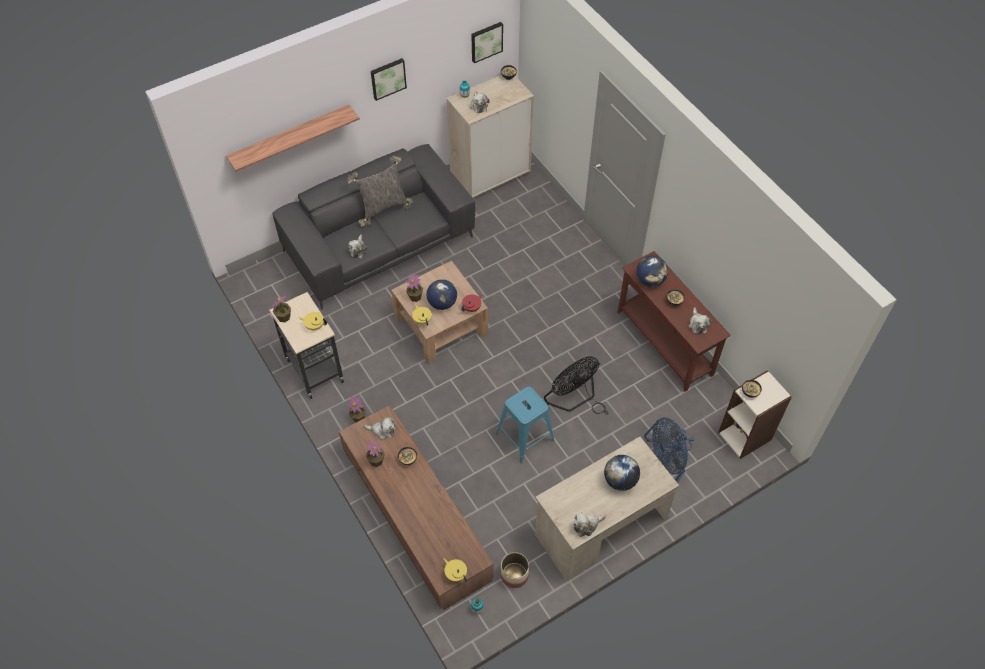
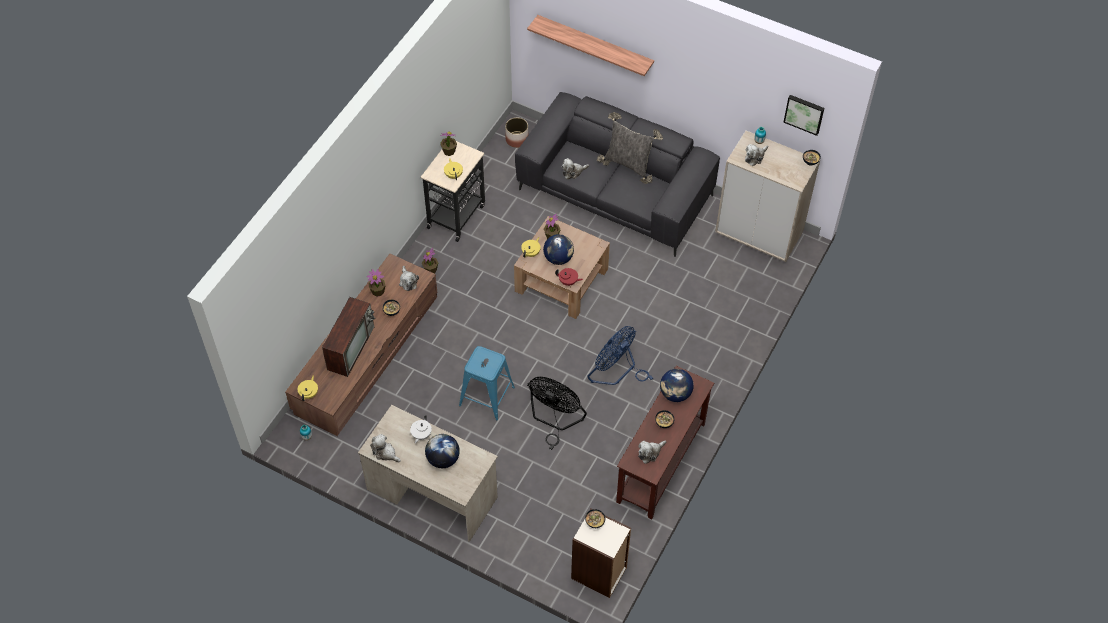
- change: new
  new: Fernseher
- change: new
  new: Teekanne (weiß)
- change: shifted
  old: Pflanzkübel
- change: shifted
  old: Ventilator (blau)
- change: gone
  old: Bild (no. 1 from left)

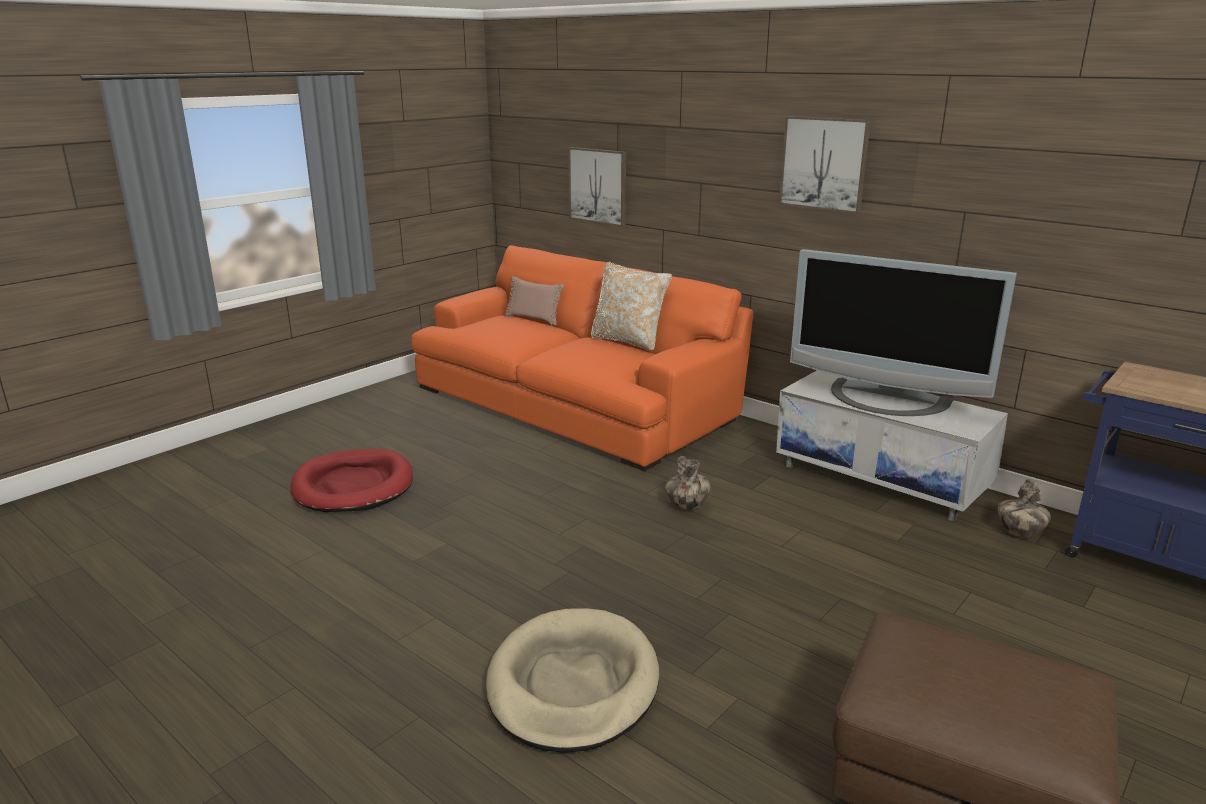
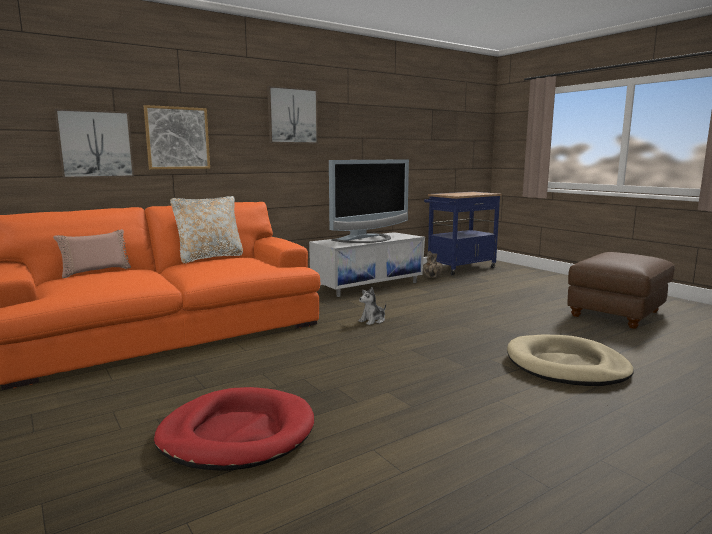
- change: new
  new: Bild (no. 2 from left)
- change: swapped
  old: Vase (no. 1 from left)
  new: Plüschtier

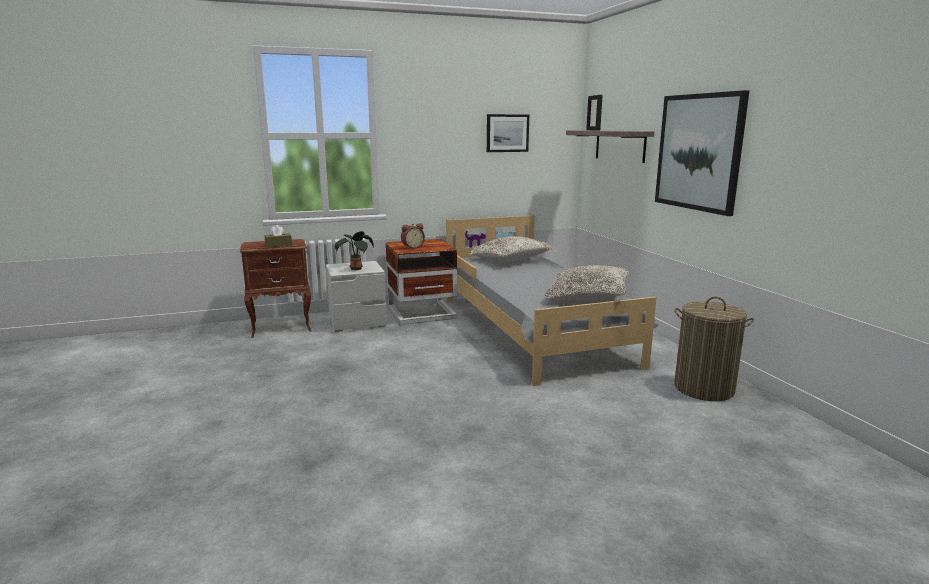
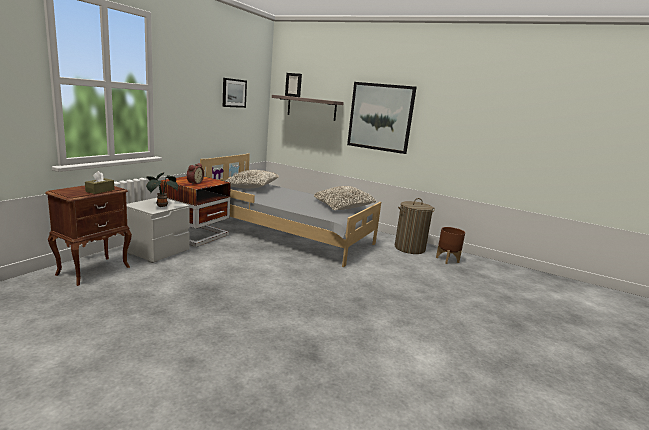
- change: new
  new: Pflanzkübel (braun)

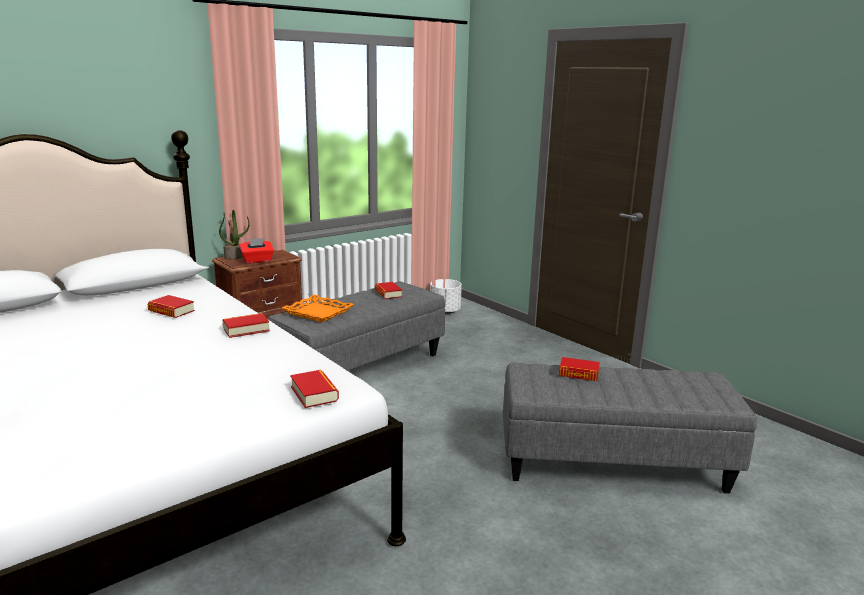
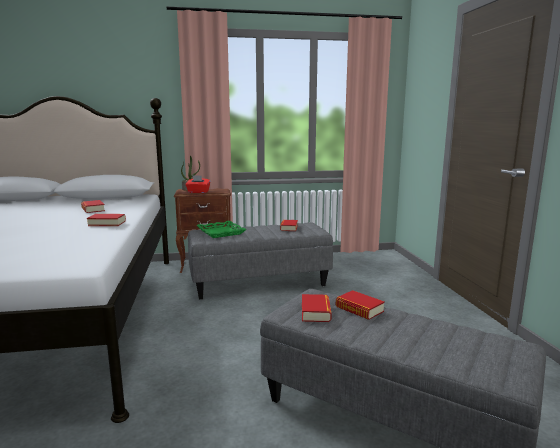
- change: repainted
  old: Tablett (orange)
  new: Tablett (grün)
- change: shifted
  old: Buch (no. 3 from left in the first image)
  new: Buch (no. 4 from left)
- change: gone
  old: Pflanzkübel (weiß)

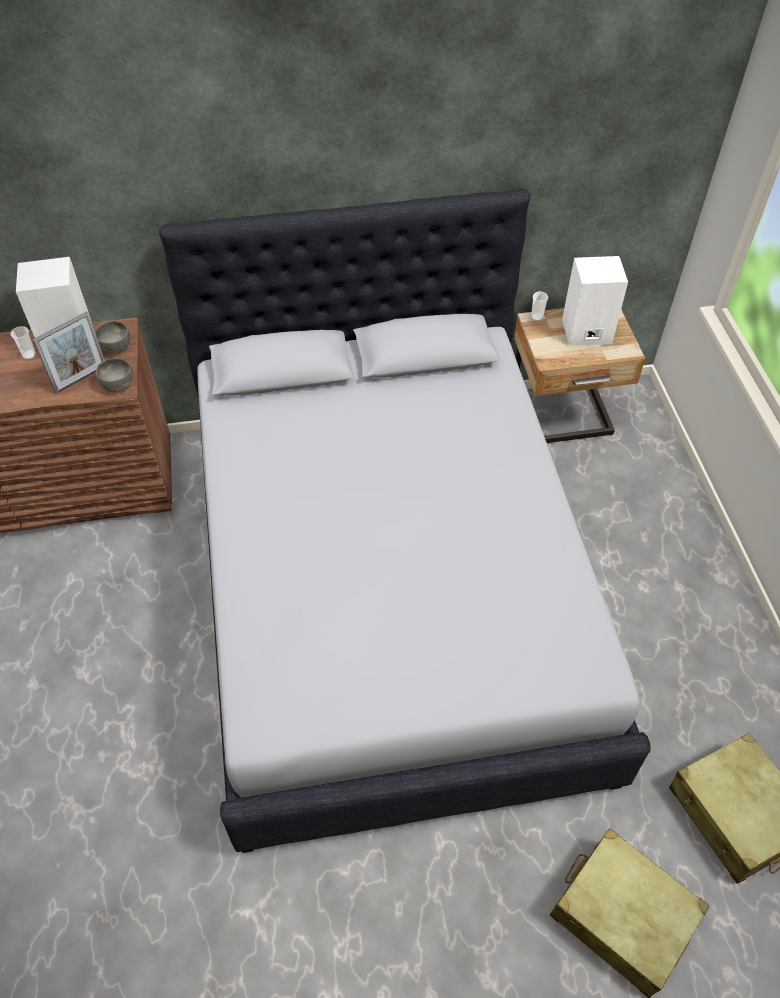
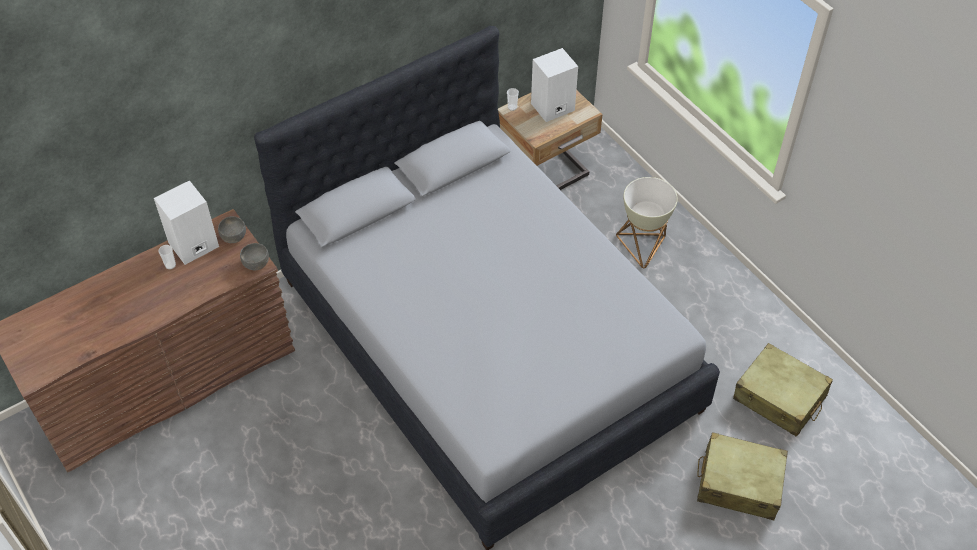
- change: new
  new: Pflanzkübel
- change: gone
  old: Bilderrahmen

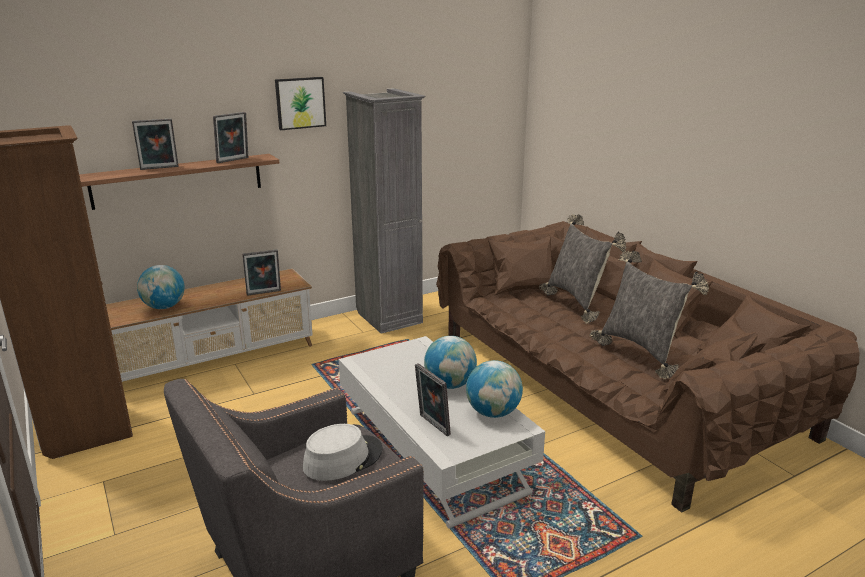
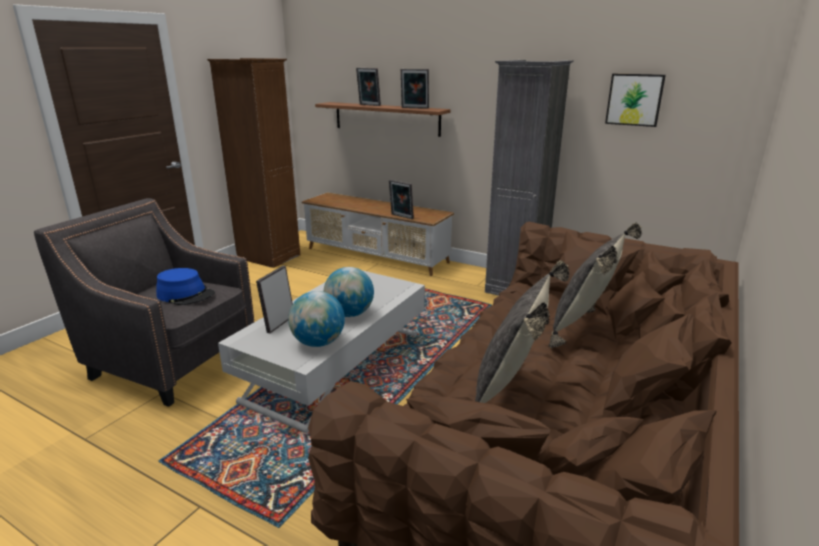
- change: repainted
  old: Hut (grau)
  new: Hut (blau)
- change: shifted
  old: Bild
- change: gone
  old: Globus (no. 1 from left)

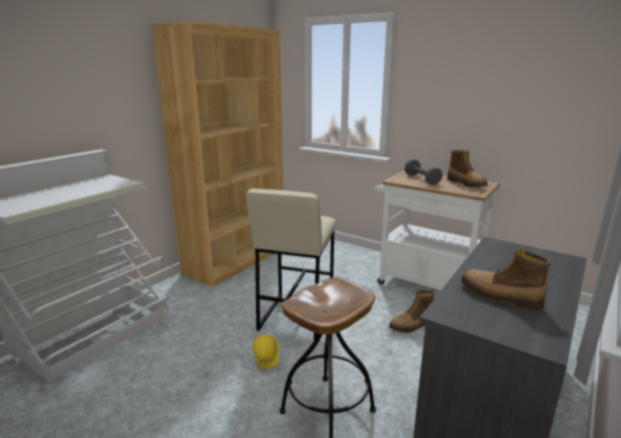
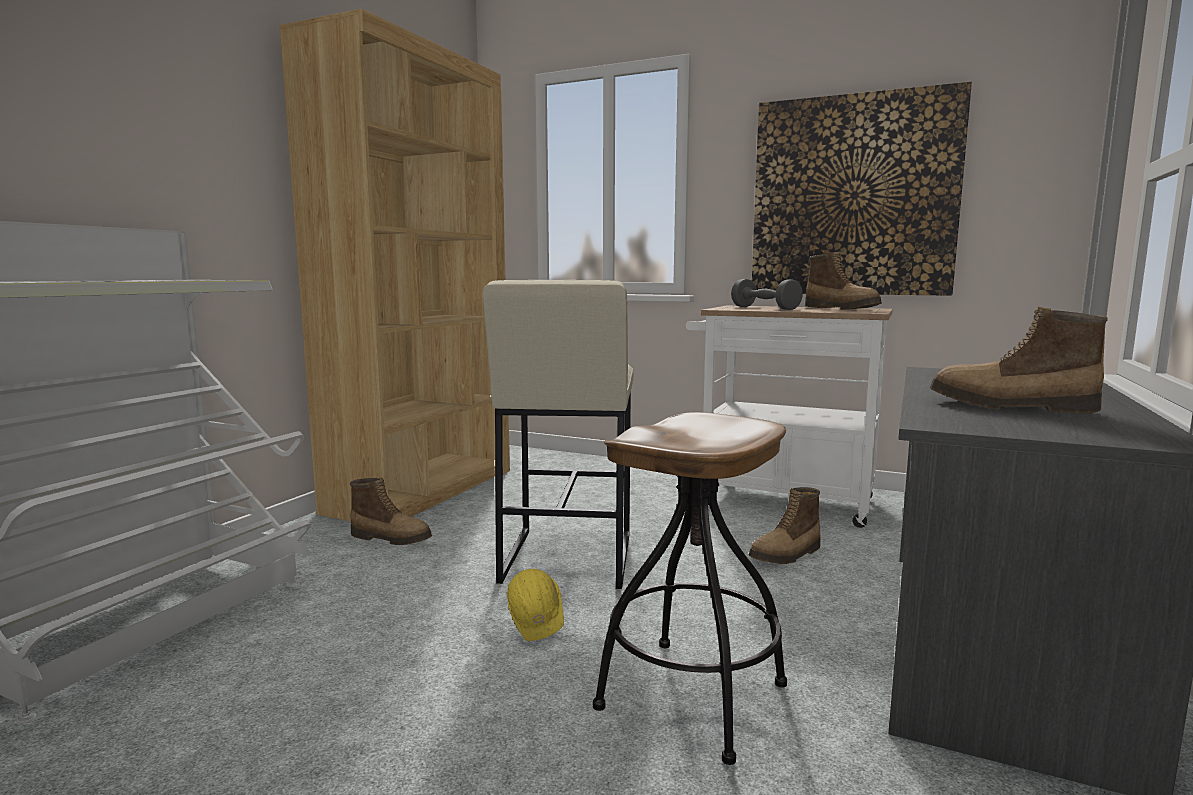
- change: new
  new: Stiefel (no. 1 from left)
- change: new
  new: Bild

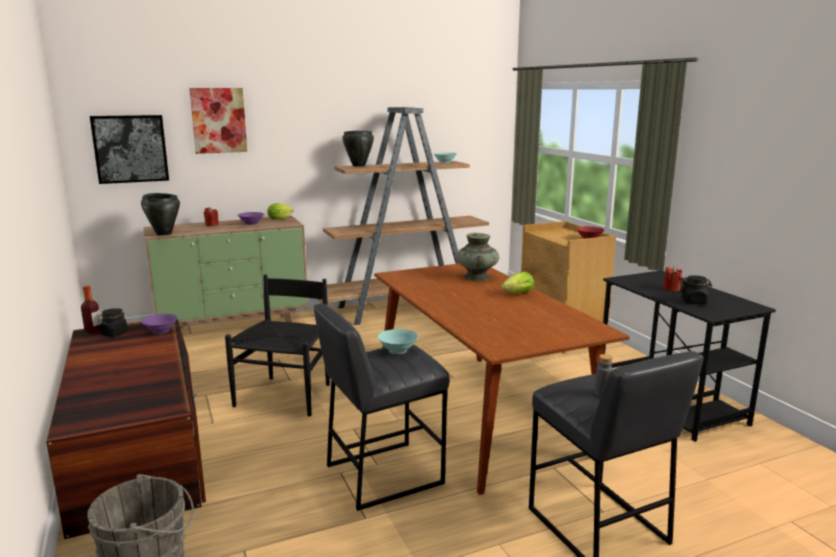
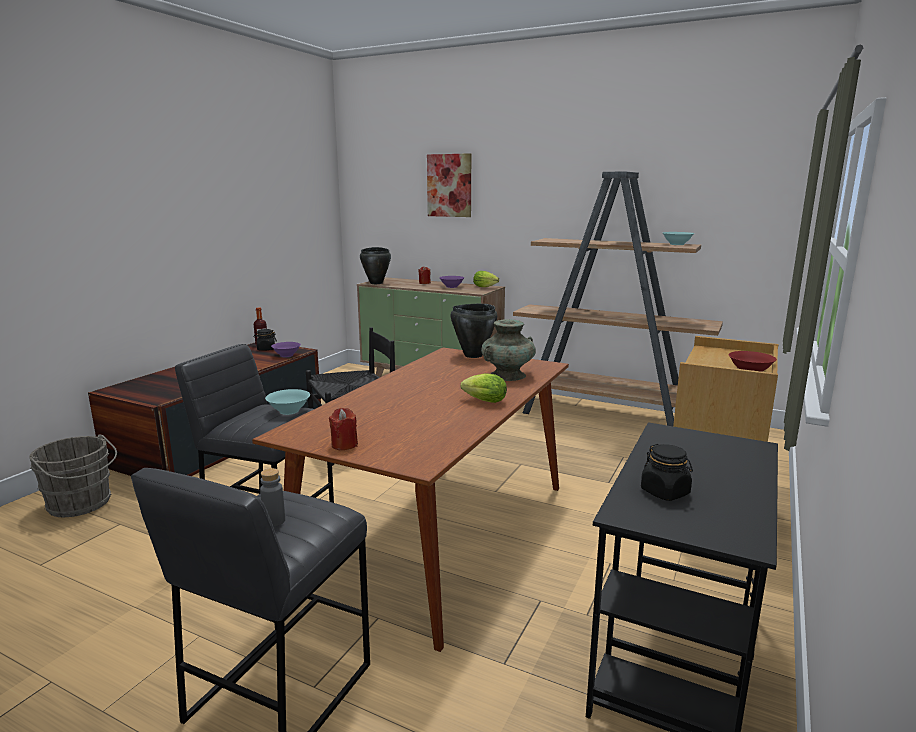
- change: shifted
  old: Kerze (rot) (no. 2 from left in the first image)
  new: Kerze (rot) (no. 1 from left)
- change: shifted
  old: Kochtopf (schwarz) (no. 2 from left)
- change: gone
  old: Bild (no. 1 from left)

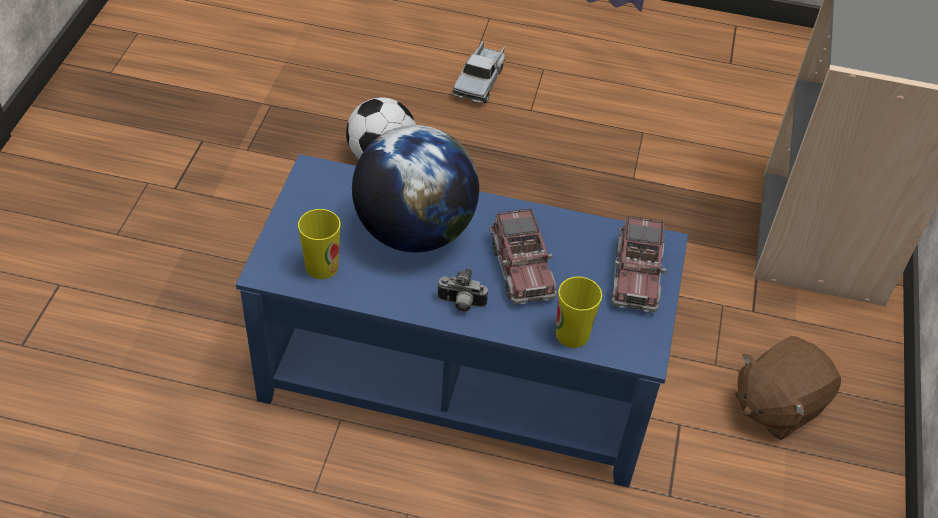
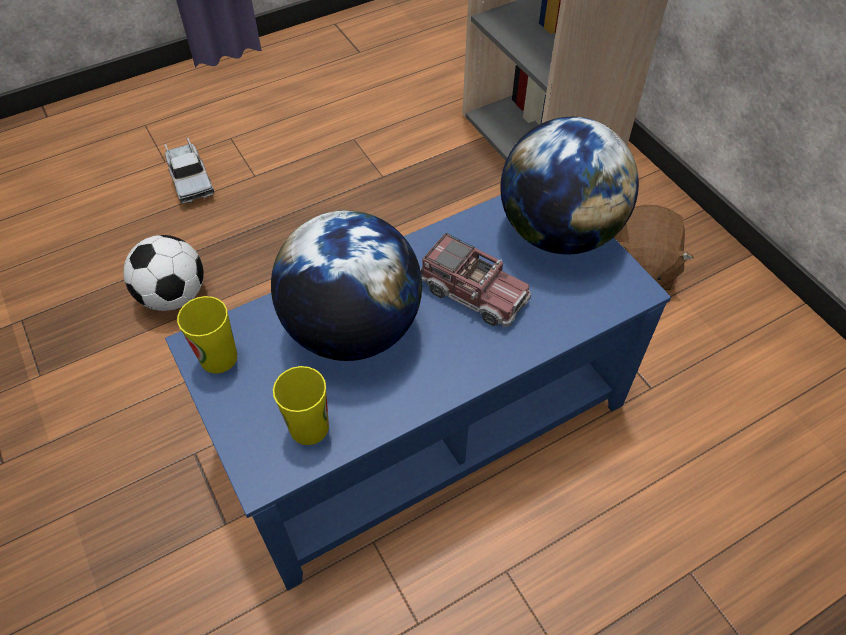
- change: shifted
  old: Tasse (no. 2 from left in the first image)
  new: Tasse (no. 1 from left)
- change: swapped
  old: Spielzeuglaster (no. 3 from left)
  new: Globus (no. 2 from left)
- change: gone
  old: Kamera

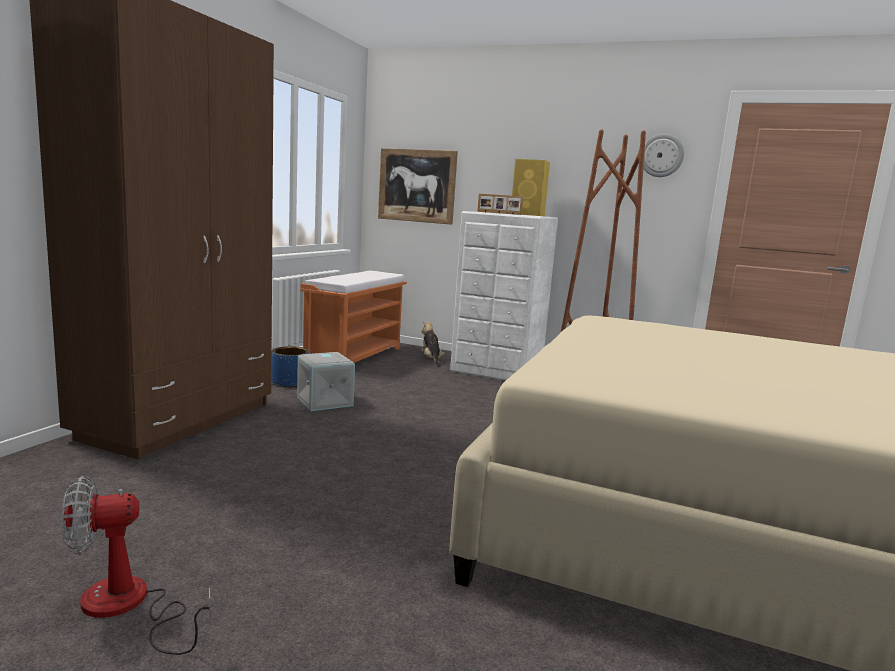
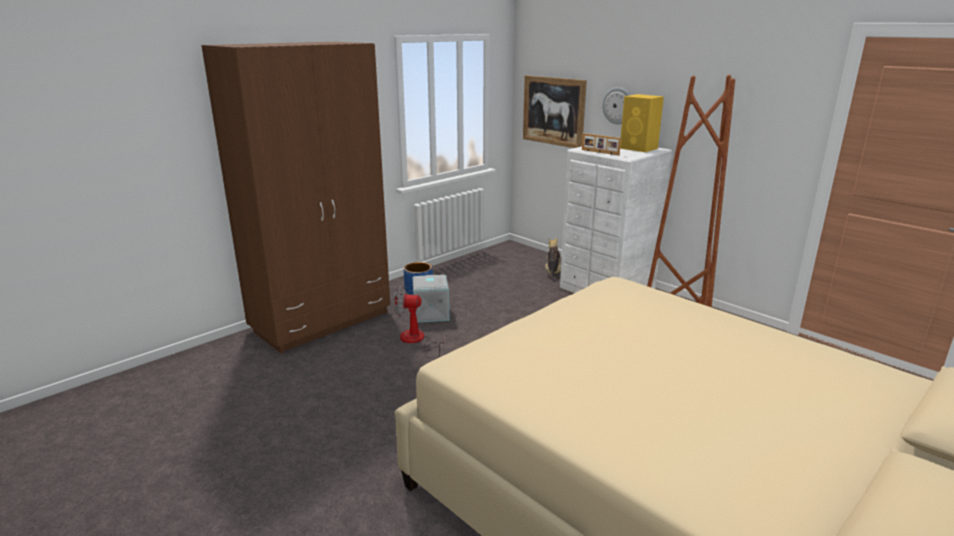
- change: shifted
  old: Ventilator
- change: shifted
  old: Wanduhr
- change: gone
  old: Bank (orange)

